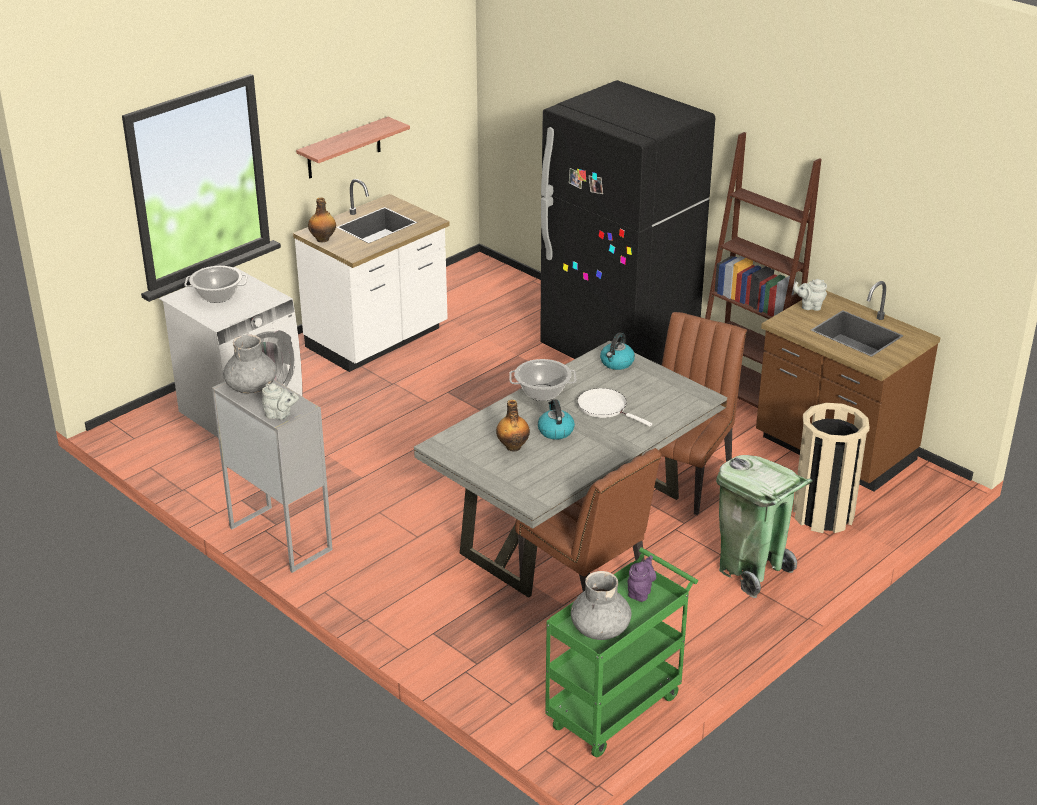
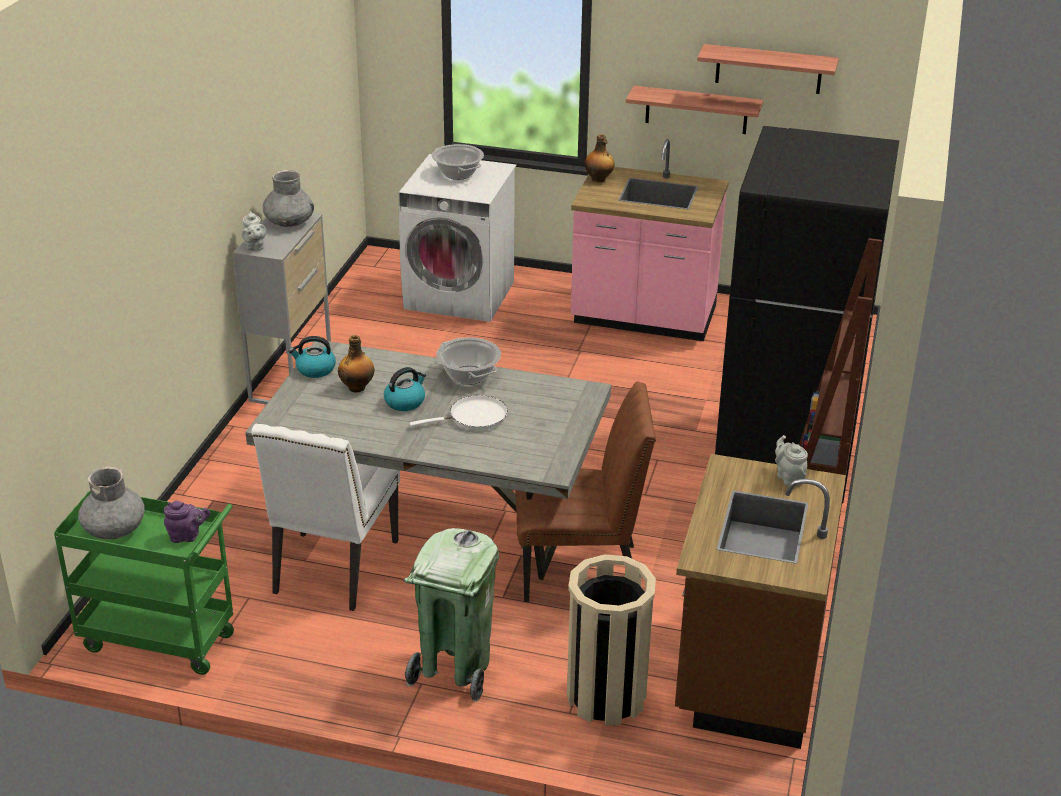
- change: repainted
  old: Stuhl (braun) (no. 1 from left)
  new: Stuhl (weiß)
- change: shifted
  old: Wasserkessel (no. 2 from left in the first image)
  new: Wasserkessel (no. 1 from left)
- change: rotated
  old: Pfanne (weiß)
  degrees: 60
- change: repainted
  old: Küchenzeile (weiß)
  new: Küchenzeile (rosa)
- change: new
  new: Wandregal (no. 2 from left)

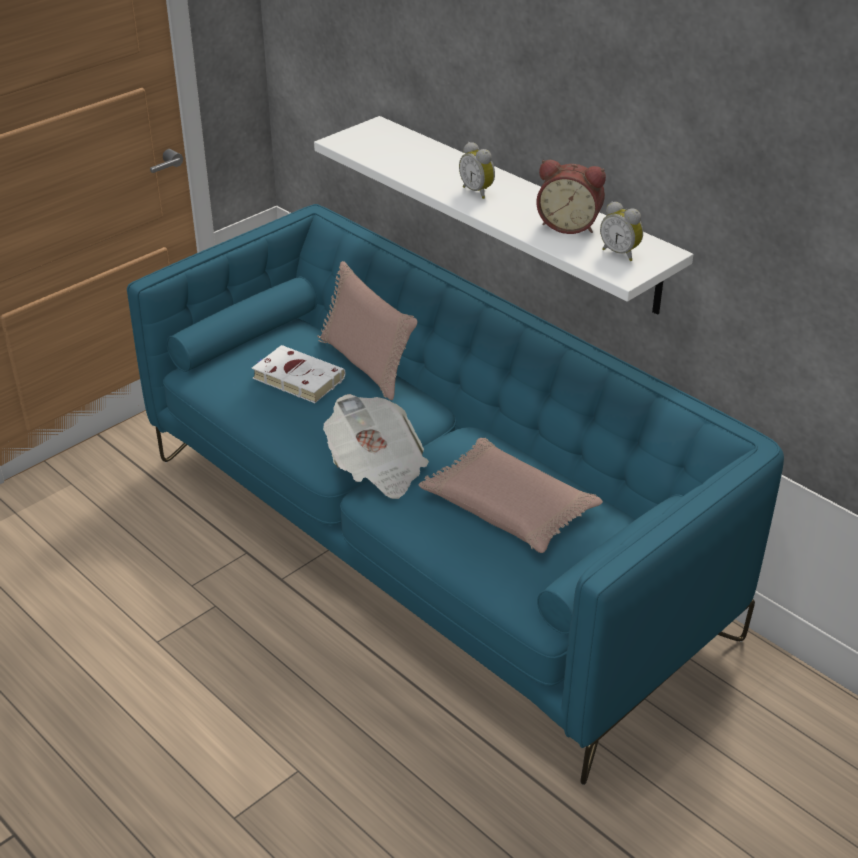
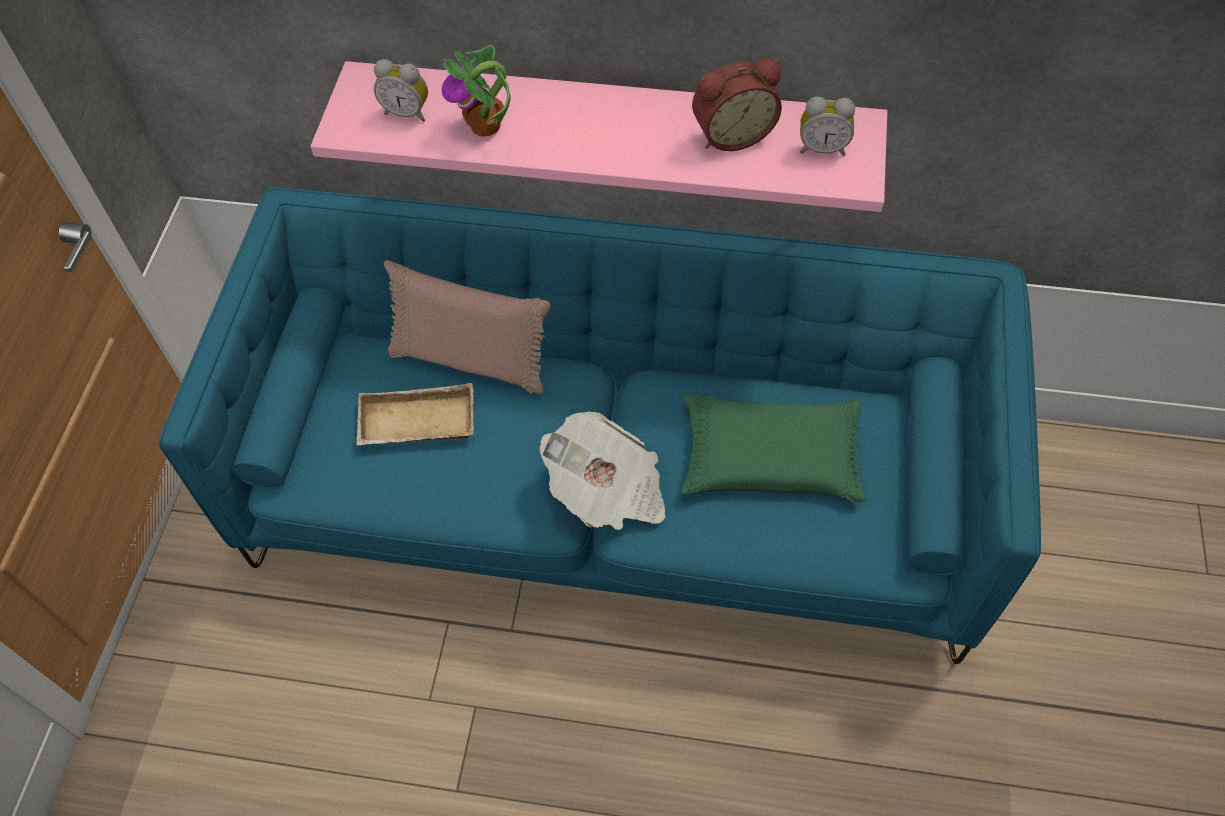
- change: repainted
  old: Wandregal (weiß)
  new: Wandregal (rosa)
- change: swapped
  old: Buch (weiß)
  new: Tablett (beige)
- change: shifted
  old: Wecker (no. 1 from left)
- change: new
  new: Topfpflanze
- change: repainted
  old: Kissen (beige) (no. 2 from left)
  new: Kissen (grün)

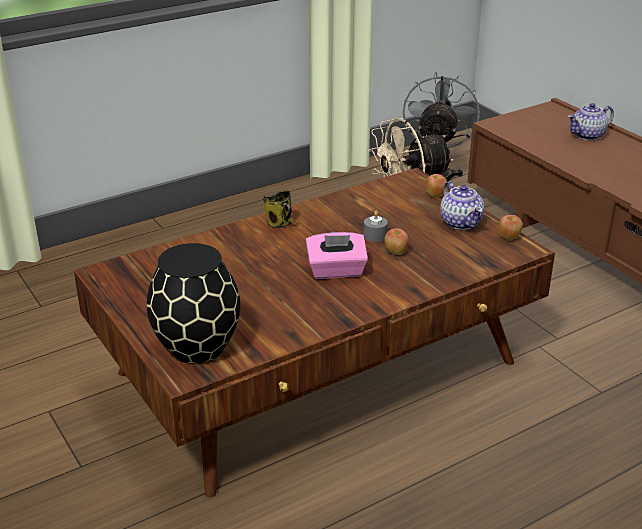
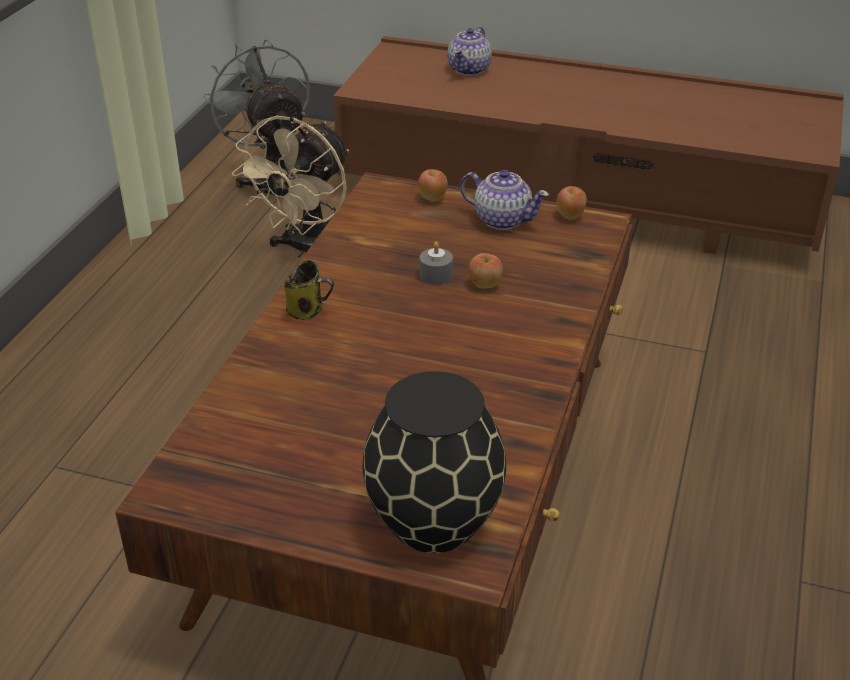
- change: gone
  old: Taschentuchbox (rosa)

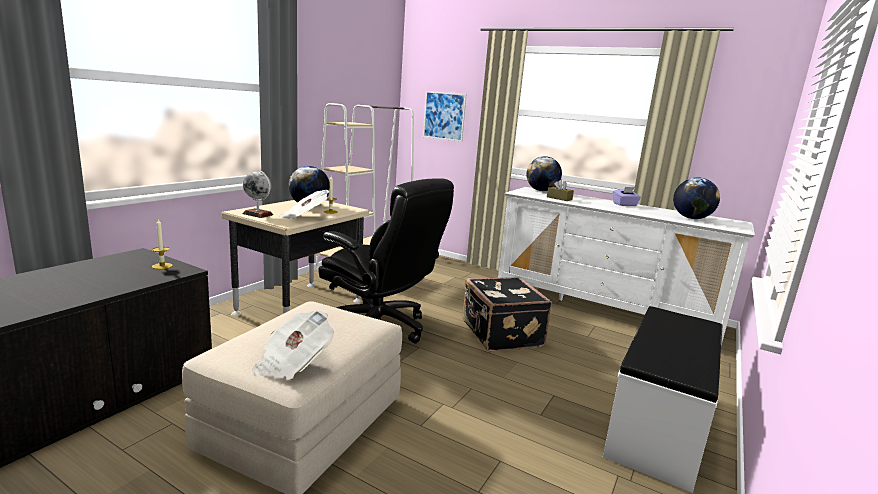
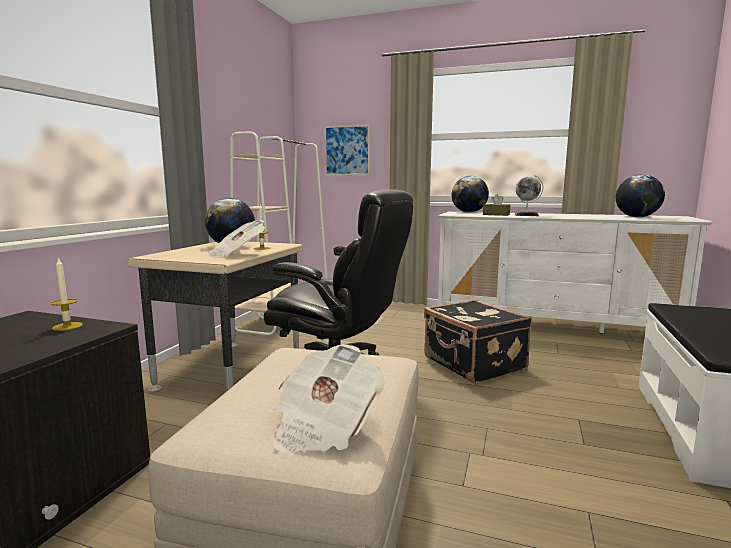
- change: shifted
  old: Globus (no. 1 from left in the first image)
  new: Globus (no. 3 from left)
- change: gone
  old: Taschentuchbox (lila)

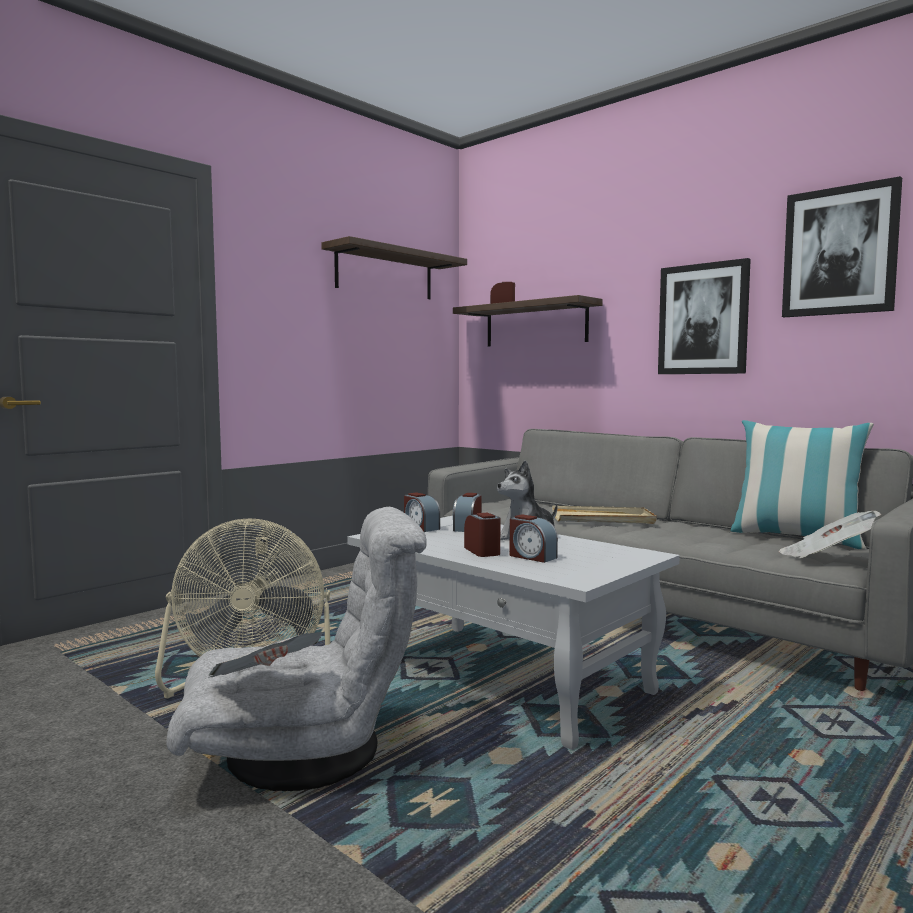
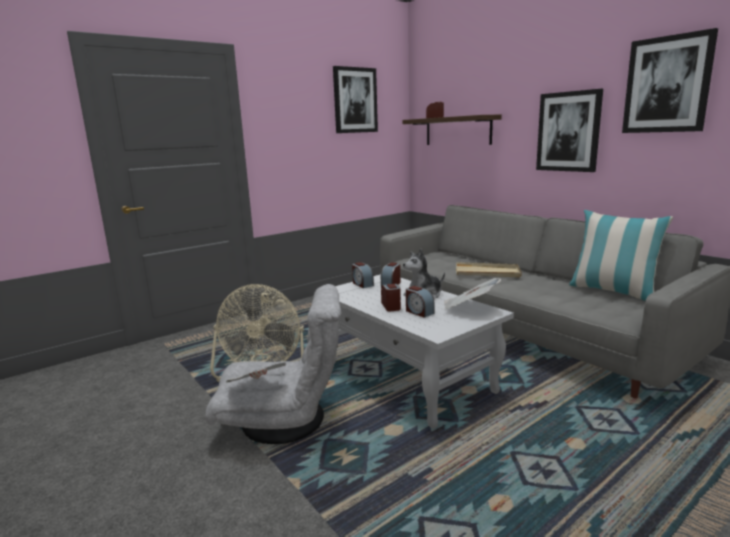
- change: swapped
  old: Wandregal (no. 1 from left)
  new: Bild (no. 1 from left)
- change: shifted
  old: Zeitung (no. 2 from left)

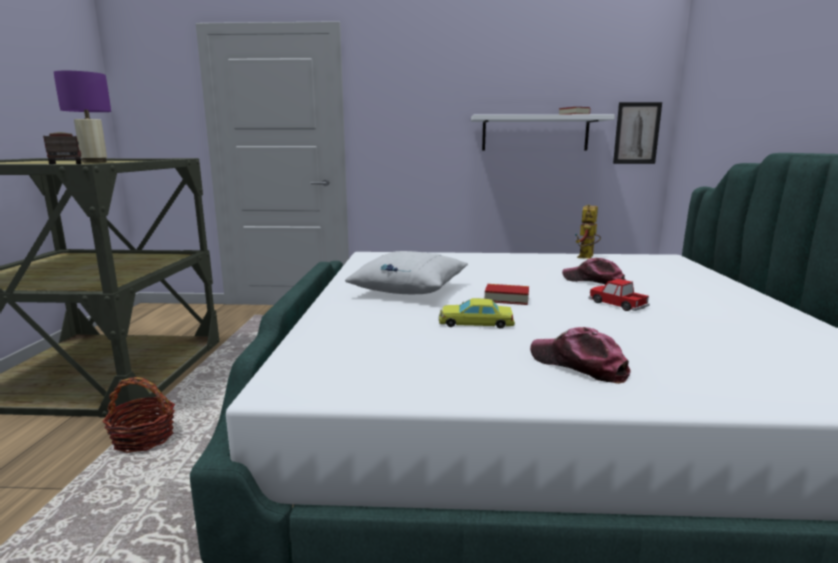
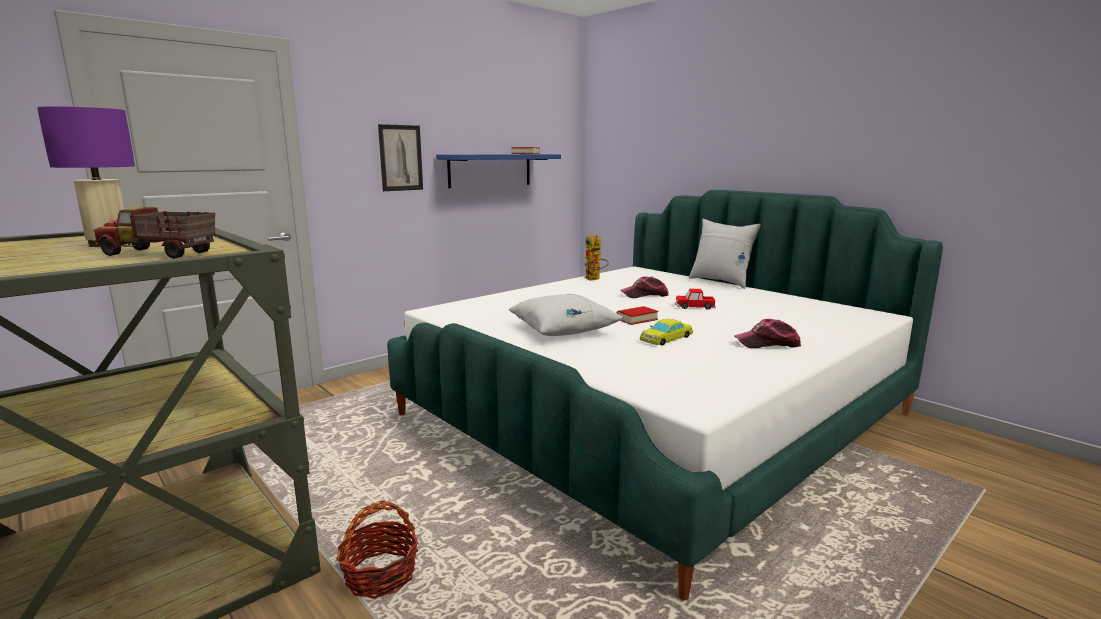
- change: shifted
  old: Bild
- change: repainted
  old: Wandregal (weiß)
  new: Wandregal (blau)
- change: new
  new: Kissen (grau) (no. 2 from left)

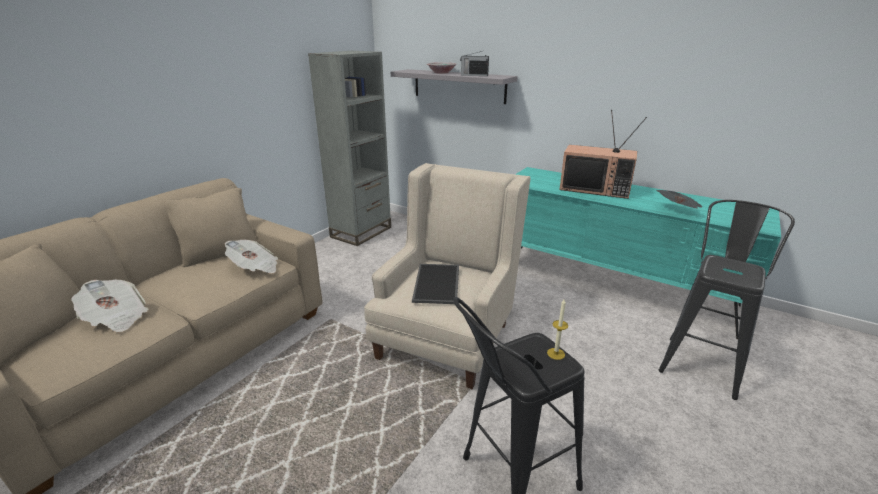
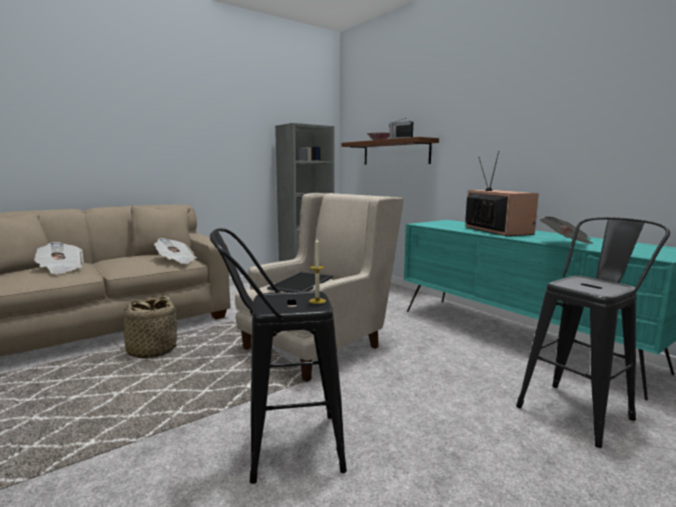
- change: new
  new: Korb
- change: repainted
  old: Wandregal (grau)
  new: Wandregal (braun)
- change: rotated
  old: Fernseher
  degrees: -150

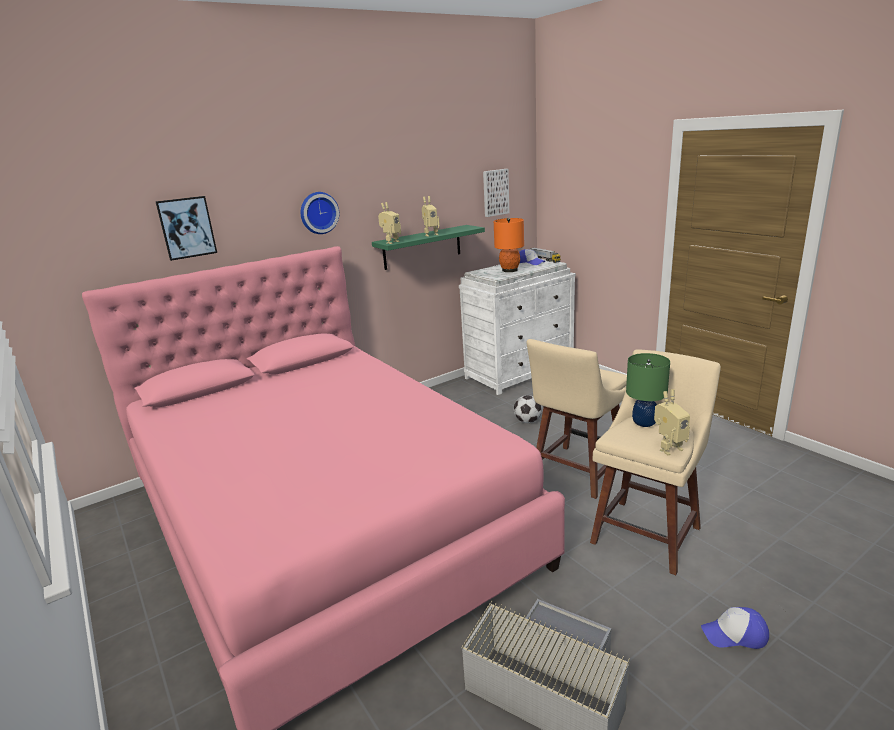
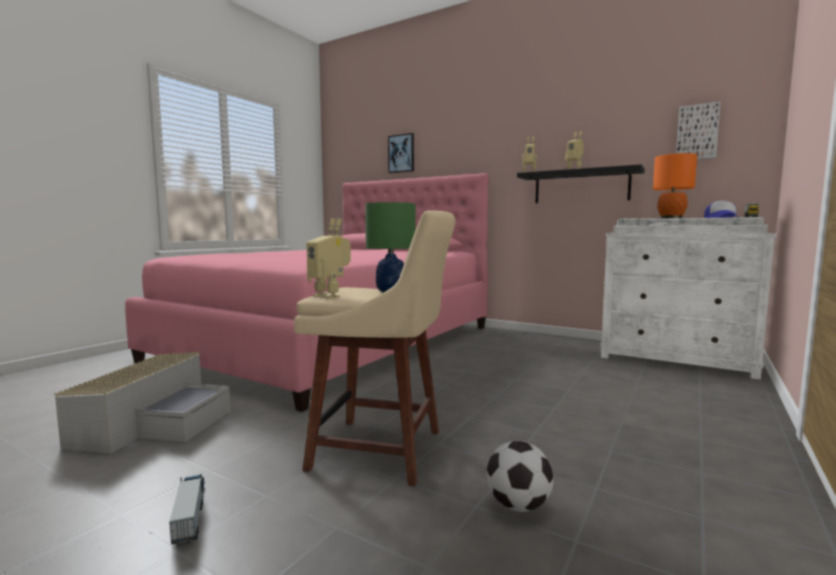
- change: swapped
  old: Kappe (no. 2 from left)
  new: Spielzeuglaster (no. 1 from left)
- change: shifted
  old: Fußball
- change: repainted
  old: Wandregal (grün)
  new: Wandregal (schwarz)
- change: gone
  old: Wanduhr
- change: gone
  old: Hocker (beige) (no. 1 from left)

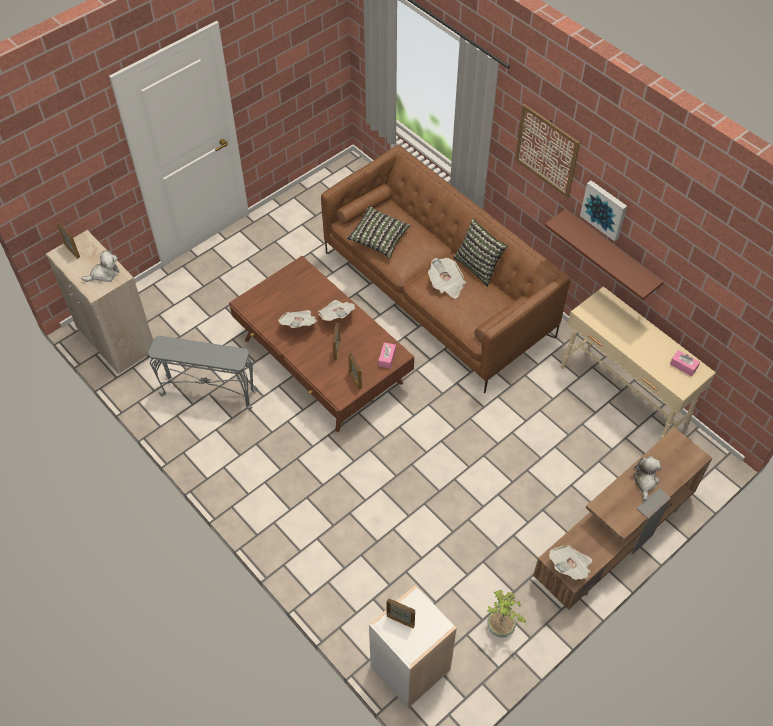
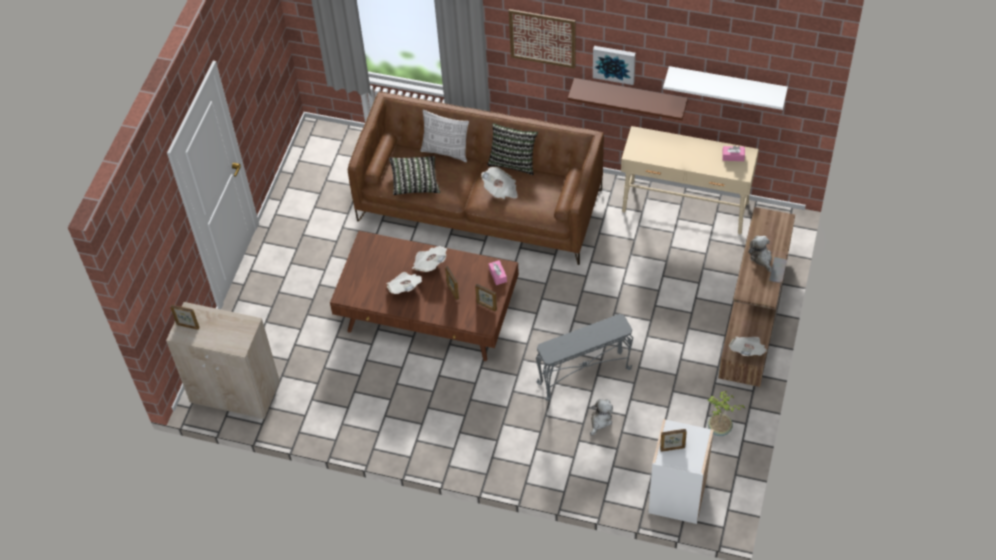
- change: new
  new: Kissen (no. 2 from left)
- change: shifted
  old: Beistelltisch (grau)
- change: shifted
  old: Plüschtier (no. 1 from left)
- change: new
  new: Wandregal (weiß)

